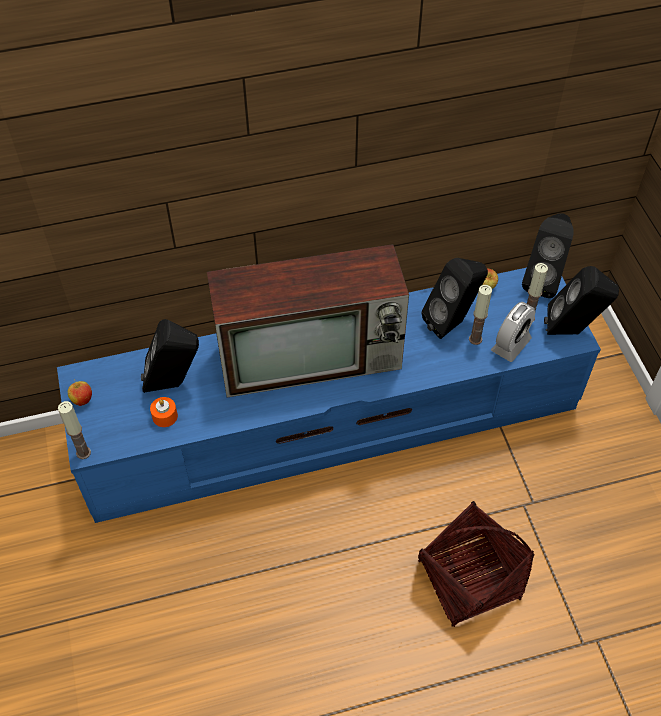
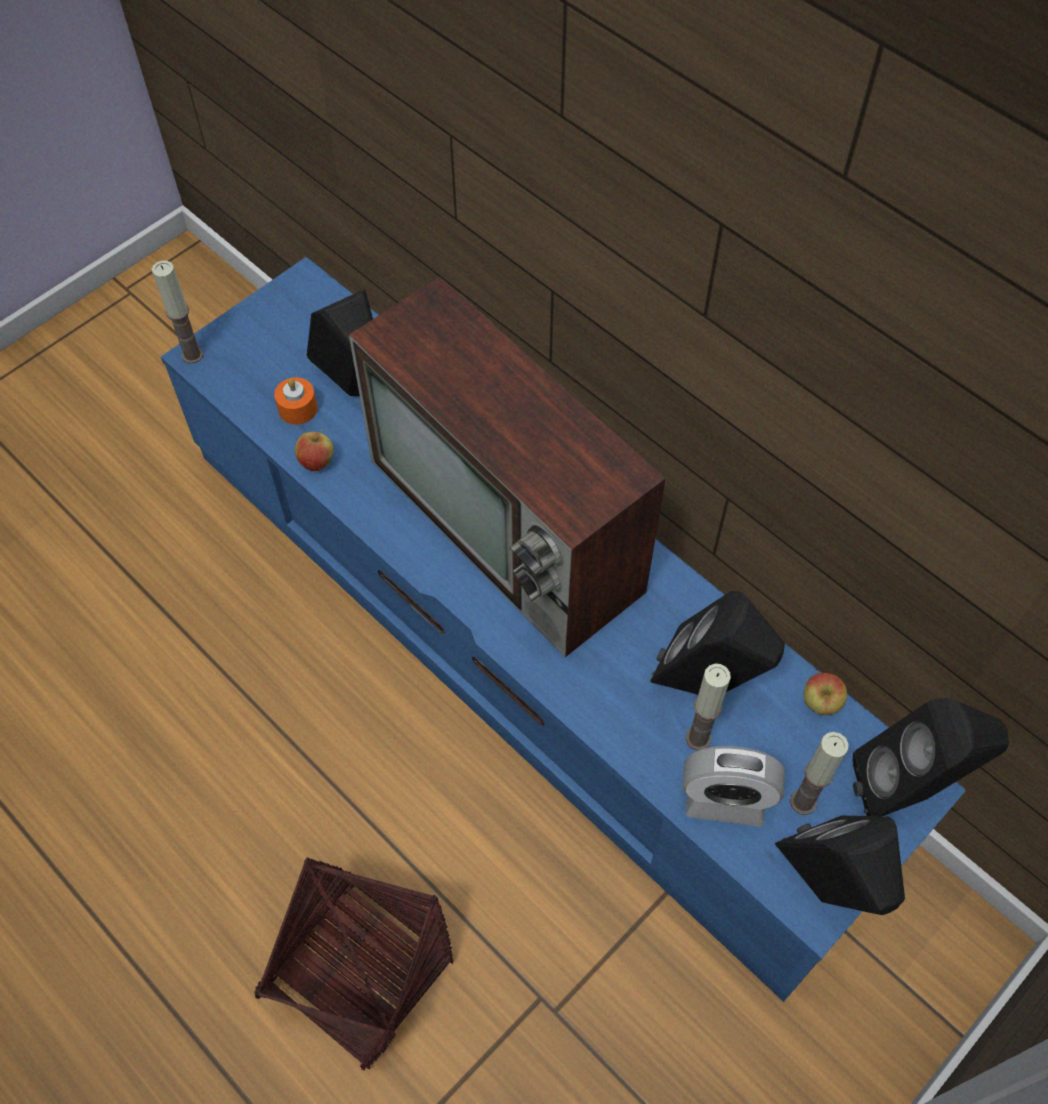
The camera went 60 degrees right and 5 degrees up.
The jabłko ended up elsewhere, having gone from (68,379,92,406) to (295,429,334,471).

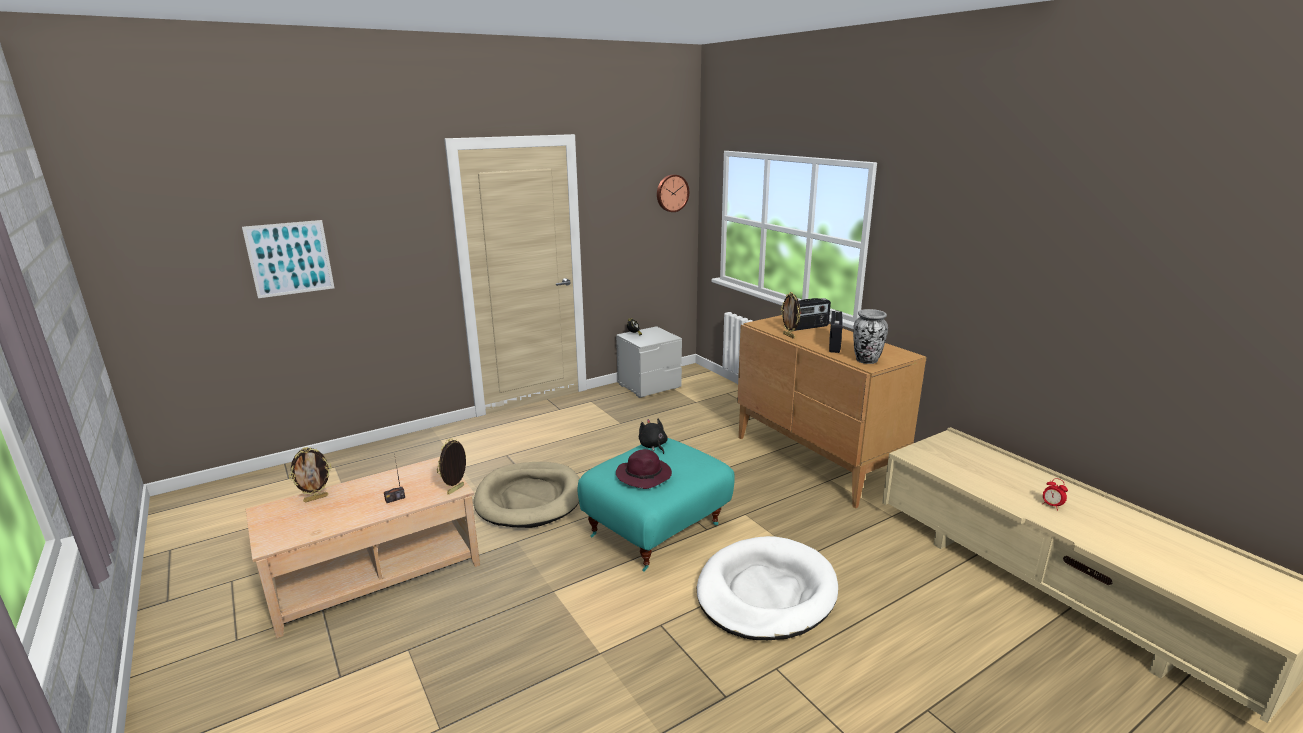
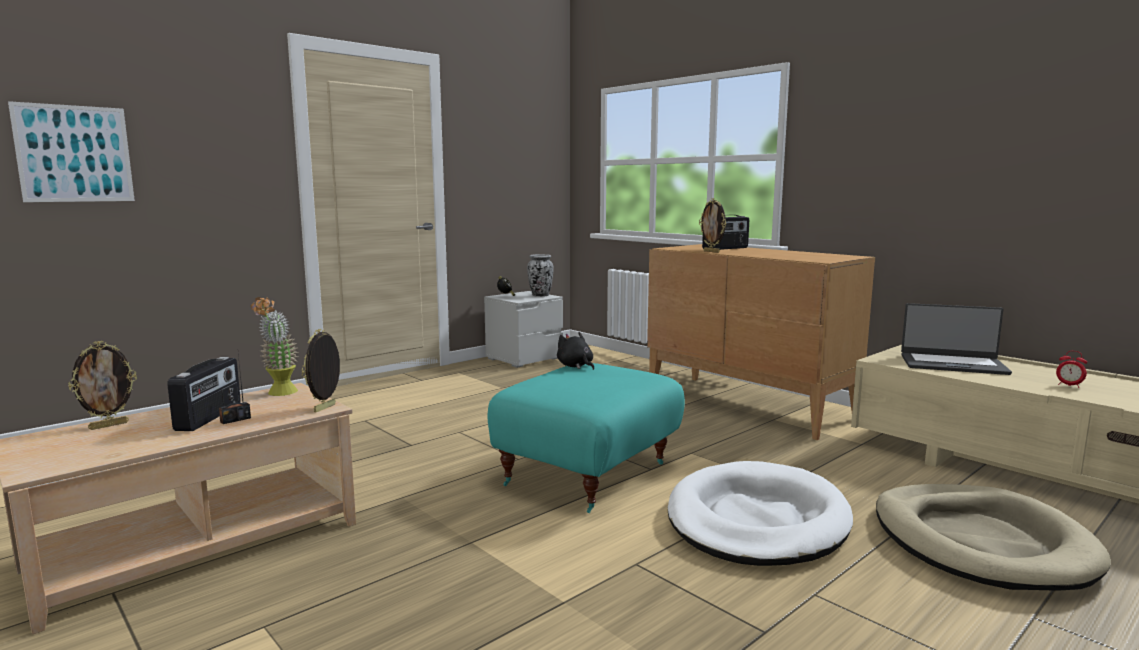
The camera went 10 degrees left and 10 degrees down.
The radio ended up elsewhere, having gone from (829,311,843,353) to (167,357,241,431).
The second view gained the roślina doniczkowa at (251,297,299,396).
The wazon ended up elsewhere, having gone from (853,309,888,364) to (527,254,554,297).
The legowisko (beżowy) ended up elsewhere, having gone from (474,462,580,528) to (876,484,1111,591).
The second view gained the laptop at (901,303,1012,375).
The second view lost the kapelusz (fioletowy) at (616,449,672,489).
The second view lost the zegar ścienny at (657,174,689,212).

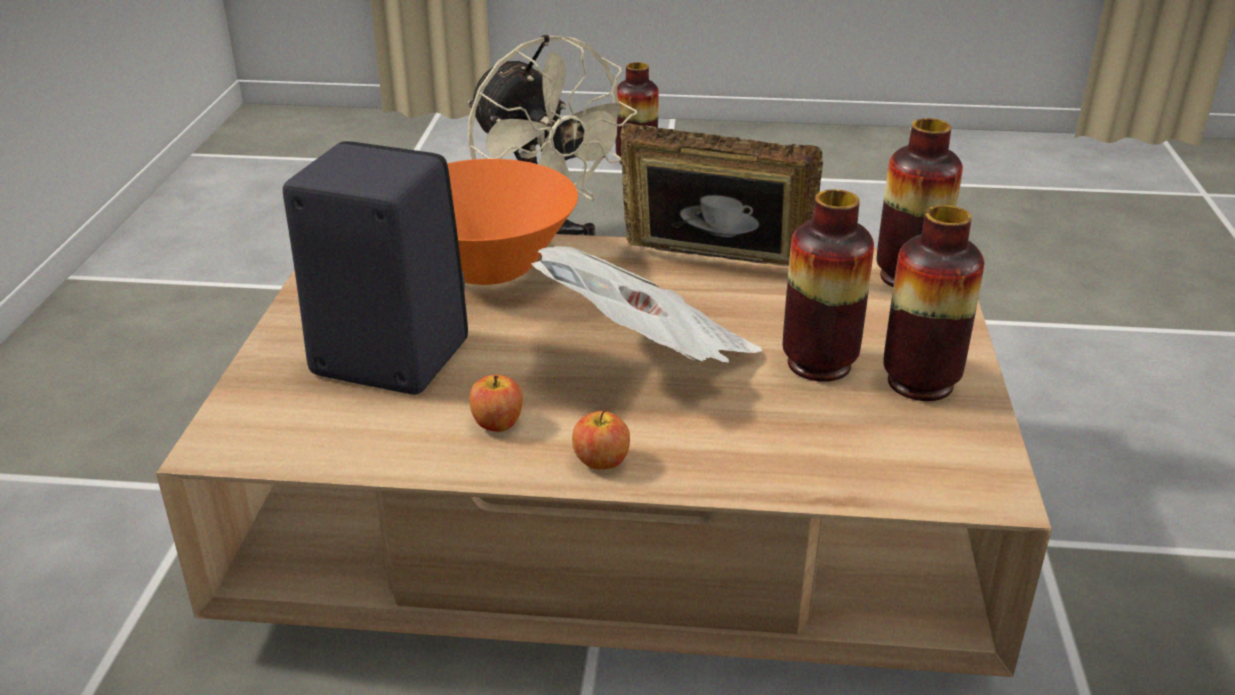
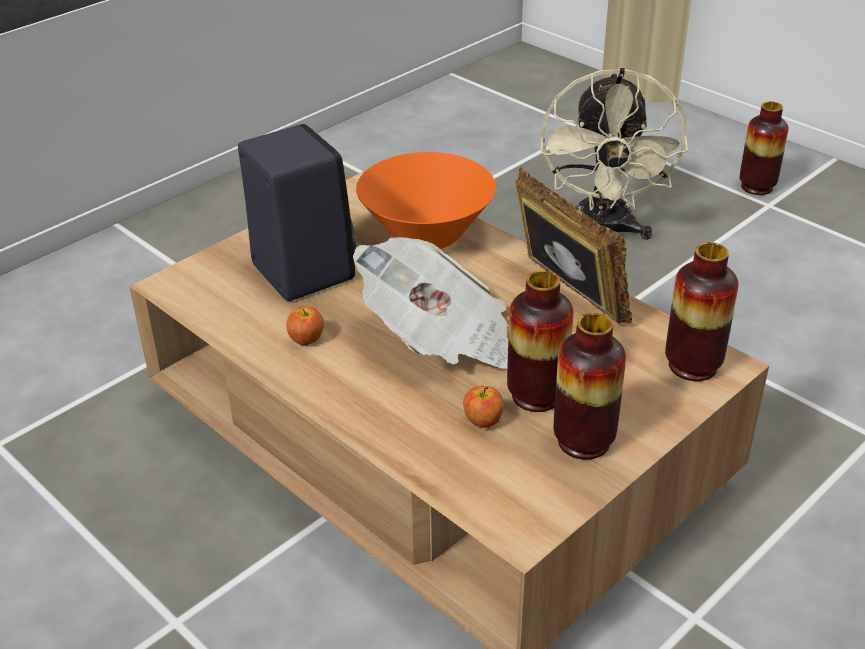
The camera went 40 degrees right and 5 degrees up.
The jabłko ended up elsewhere, having gone from (572,410,630,469) to (463,386,504,428).

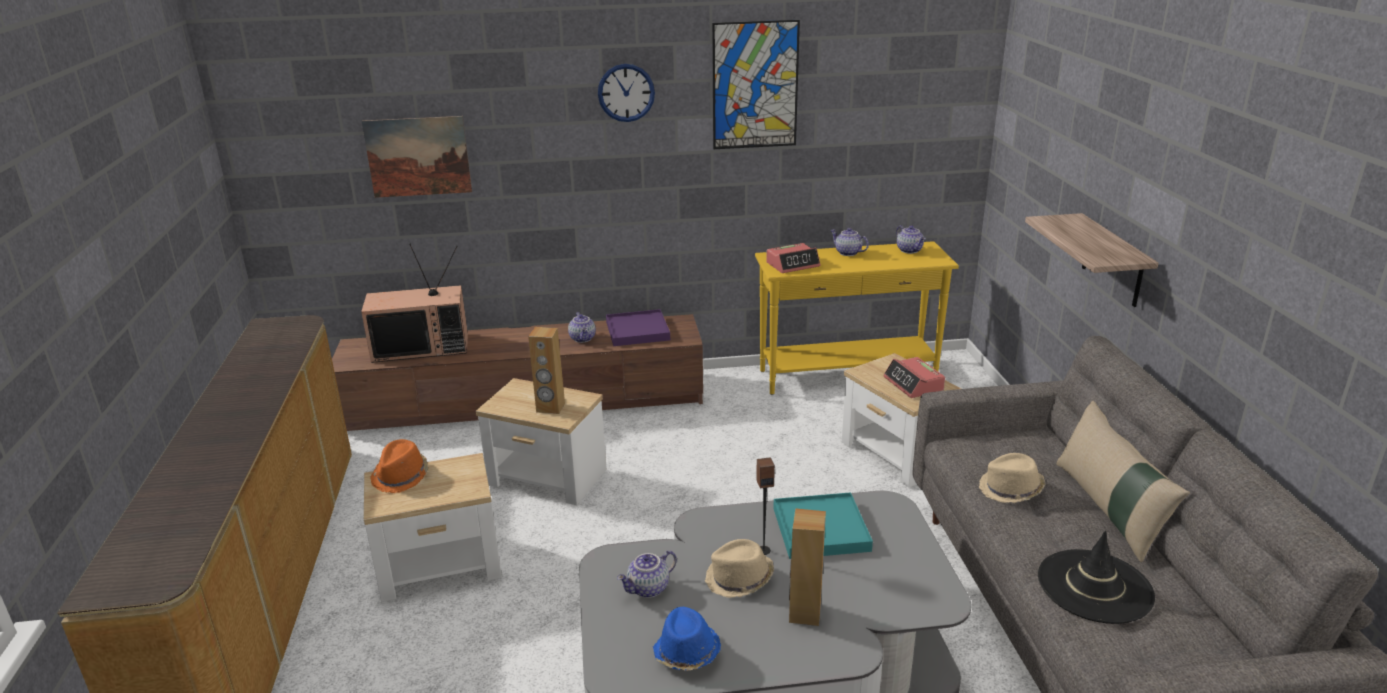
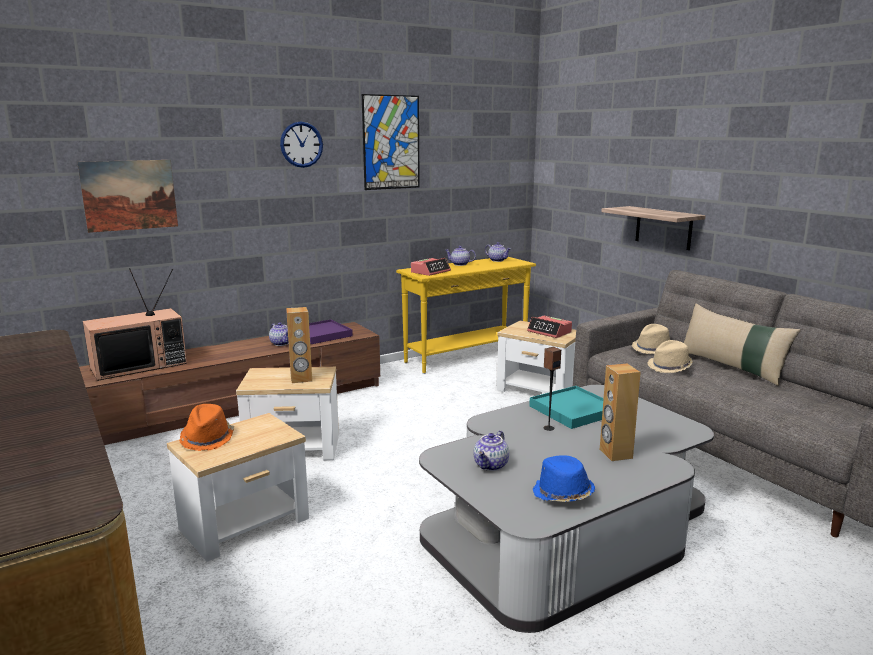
The camera went 25 degrees left and 10 degrees down.
The kapelusz (beżowy) ended up elsewhere, having gone from (705,539,774,598) to (632,324,670,354).
The second view lost the kapelusz (czarny) at (1038,531,1155,624).

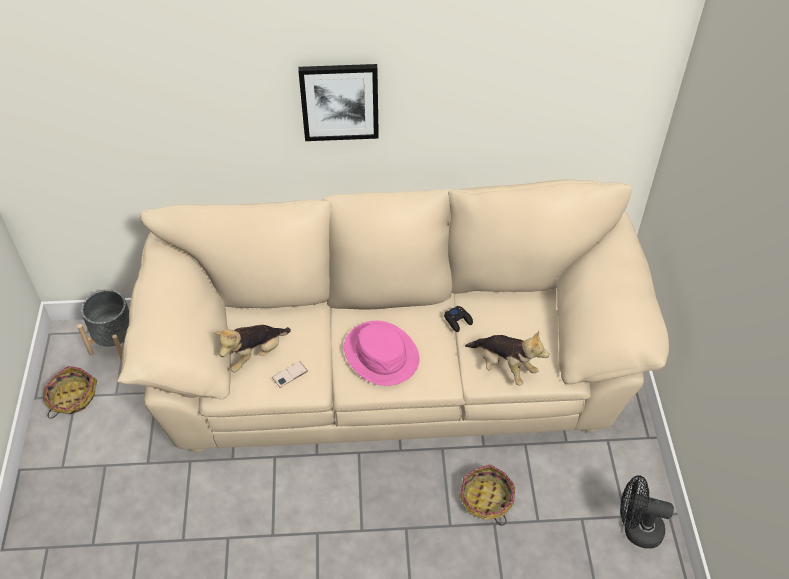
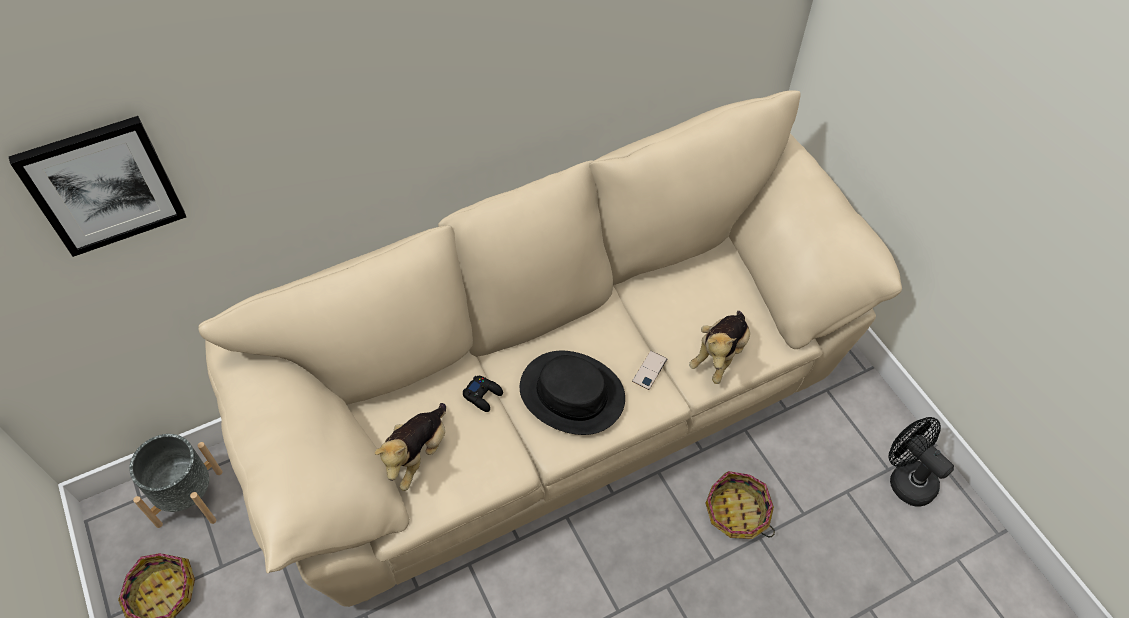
The camera went 25 degrees left and 5 degrees up.
The obraz ended up elsewhere, having gone from (298,64,379,141) to (9,116,186,257).
The pad do gier (czarny) ended up elsewhere, having gone from (444,306,473,332) to (462,376,503,412).
What was the kapelusz (różowy) at (344,321,419,386) turned into the kapelusz (czarny) at (520,351,625,435).
The telefon ended up elsewhere, having gone from (272,361,308,388) to (632,351,667,390).
The pluszak at (465,331,549,386) ended up facing another way, 105 degrees clockwise from before.
The wentylator (czarny) at (620,475,674,549) ended up facing another way, 60 degrees clockwise from before.

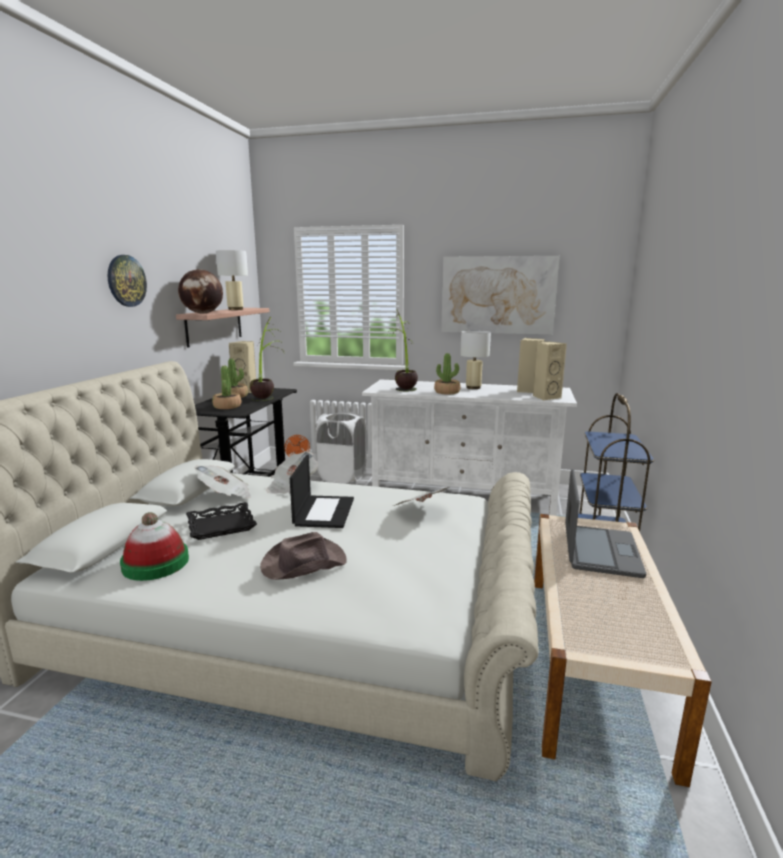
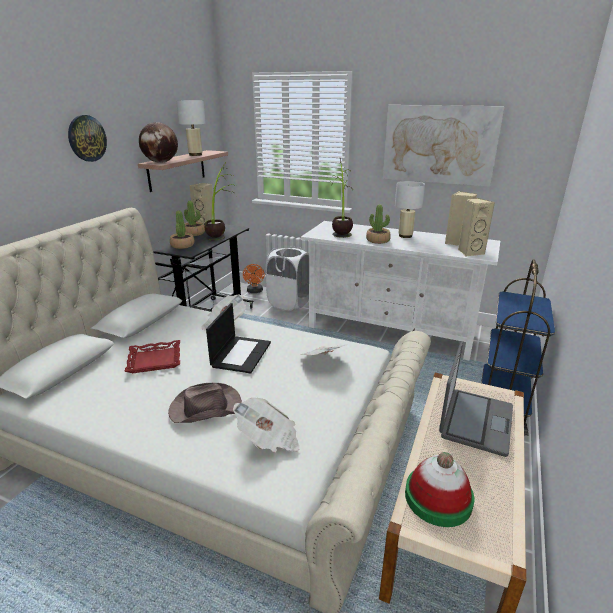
The camera went 10 degrees right and 10 degrees up.
What was the taca (czarny) at (186,502,257,540) turned into the taca (czerwony) at (124,340,180,373).
The gazeta ended up elsewhere, having gone from (194,465,251,498) to (233,398,300,452).
The kapelusz ended up elsewhere, having gone from (120,512,189,581) to (405,452,474,527).

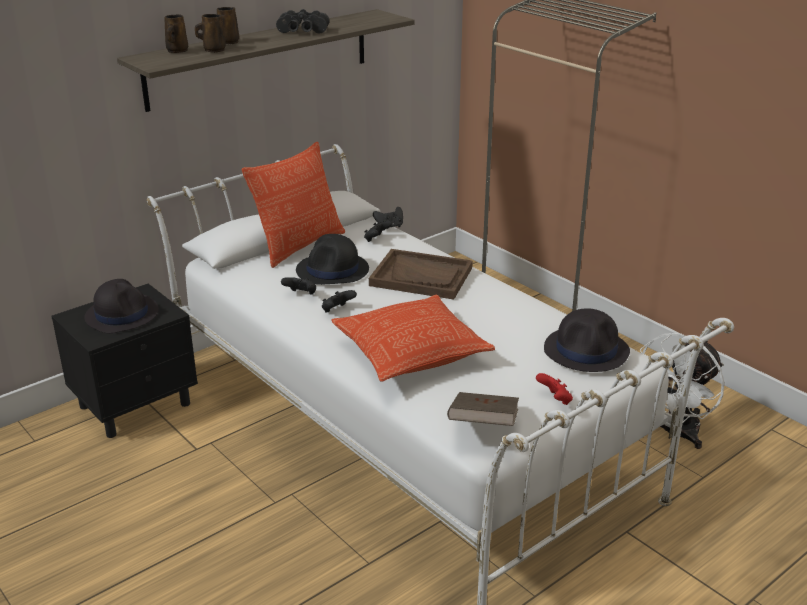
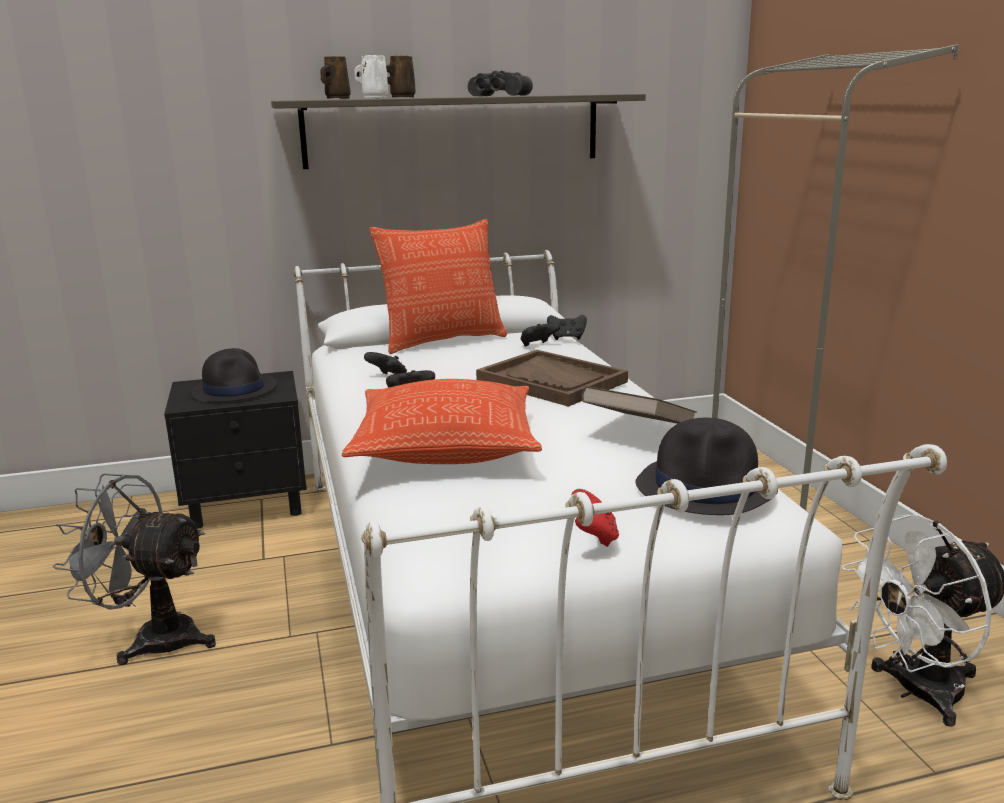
The camera went 25 degrees right and 10 degrees down.
The second view gained the wentylator (szary) at (53,473,216,665).
What was the kubek (brązowy) at (195,14,226,53) turned into the kubek (biały) at (354,55,388,98).
The książka (brązowy) ended up elsewhere, having gone from (447,392,519,426) to (582,386,697,424).
The second view lost the kapelusz (czarny) at (296,234,369,285).

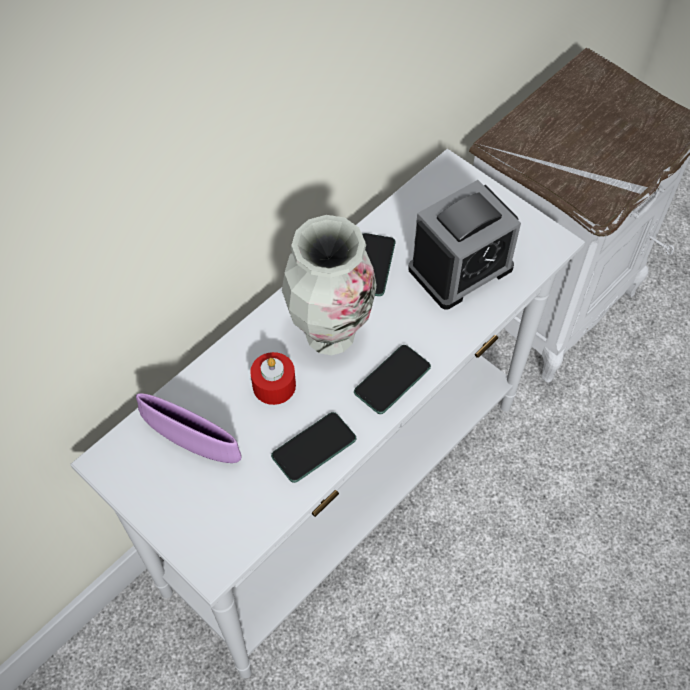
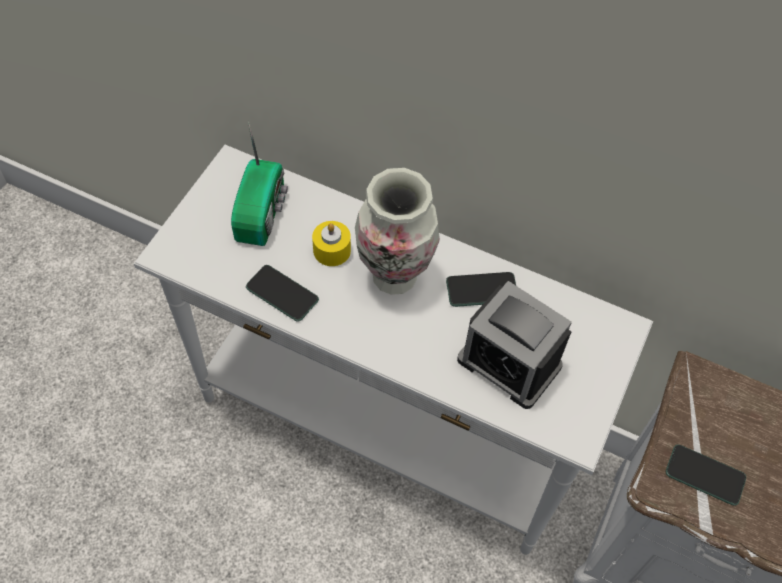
The camera went 70 degrees right and 0 degrees up.
Where the miska (fioletowy) stood at (136,393,242,463), the radio came to stand at (231,121,288,246).
What was the świeca (czerwony) at (250,352,296,405) turned into the świeca (żółty) at (312,221,351,266).
The telefon ended up elsewhere, having gone from (354,345,431,414) to (666,444,746,506).

